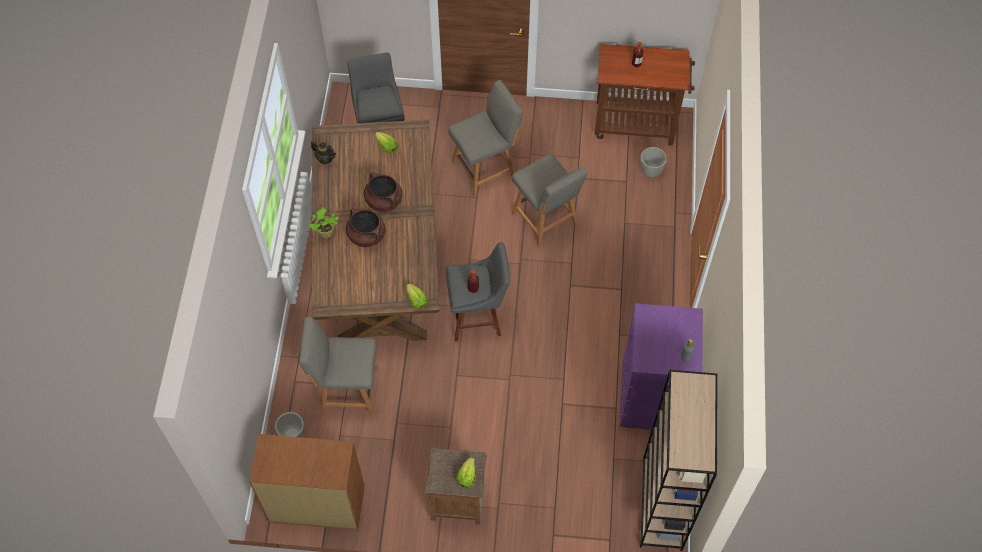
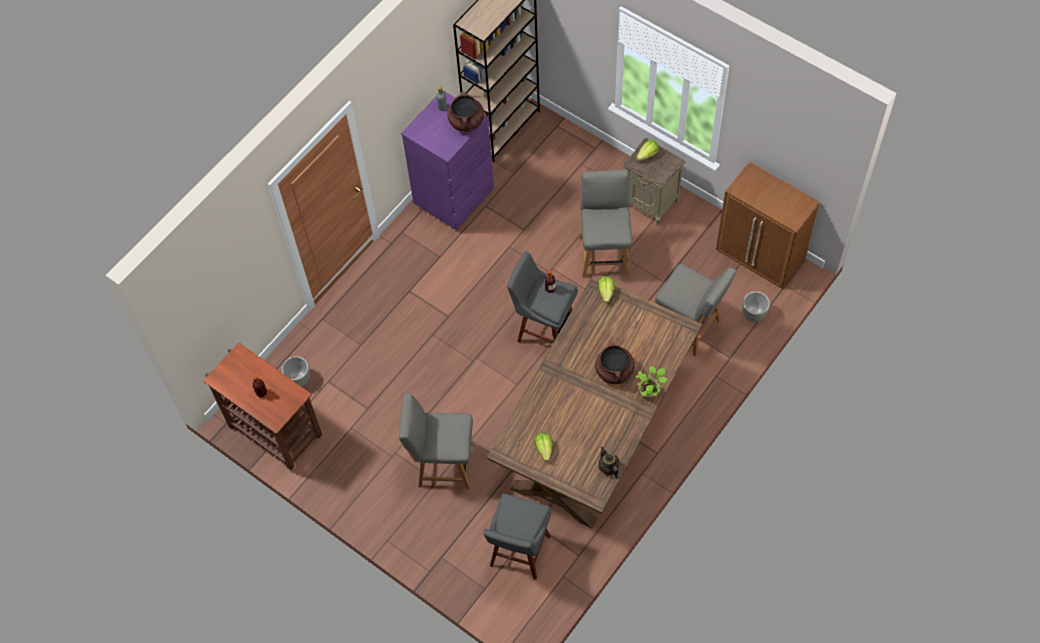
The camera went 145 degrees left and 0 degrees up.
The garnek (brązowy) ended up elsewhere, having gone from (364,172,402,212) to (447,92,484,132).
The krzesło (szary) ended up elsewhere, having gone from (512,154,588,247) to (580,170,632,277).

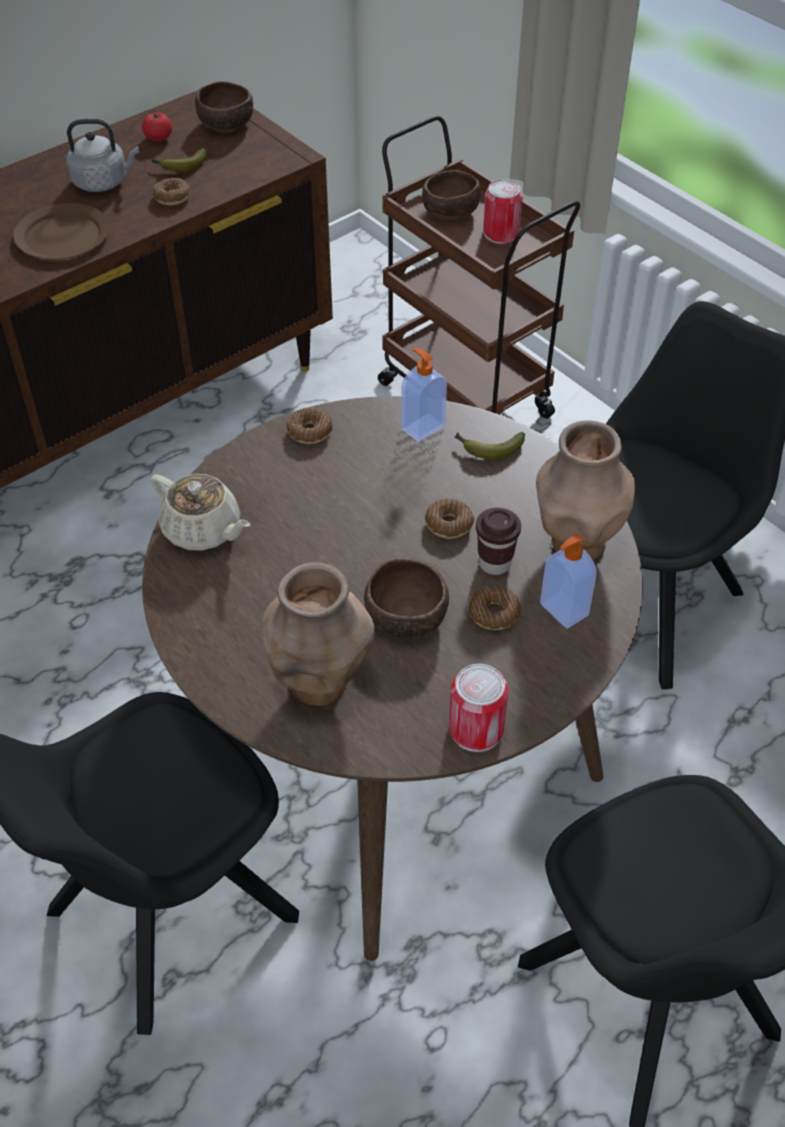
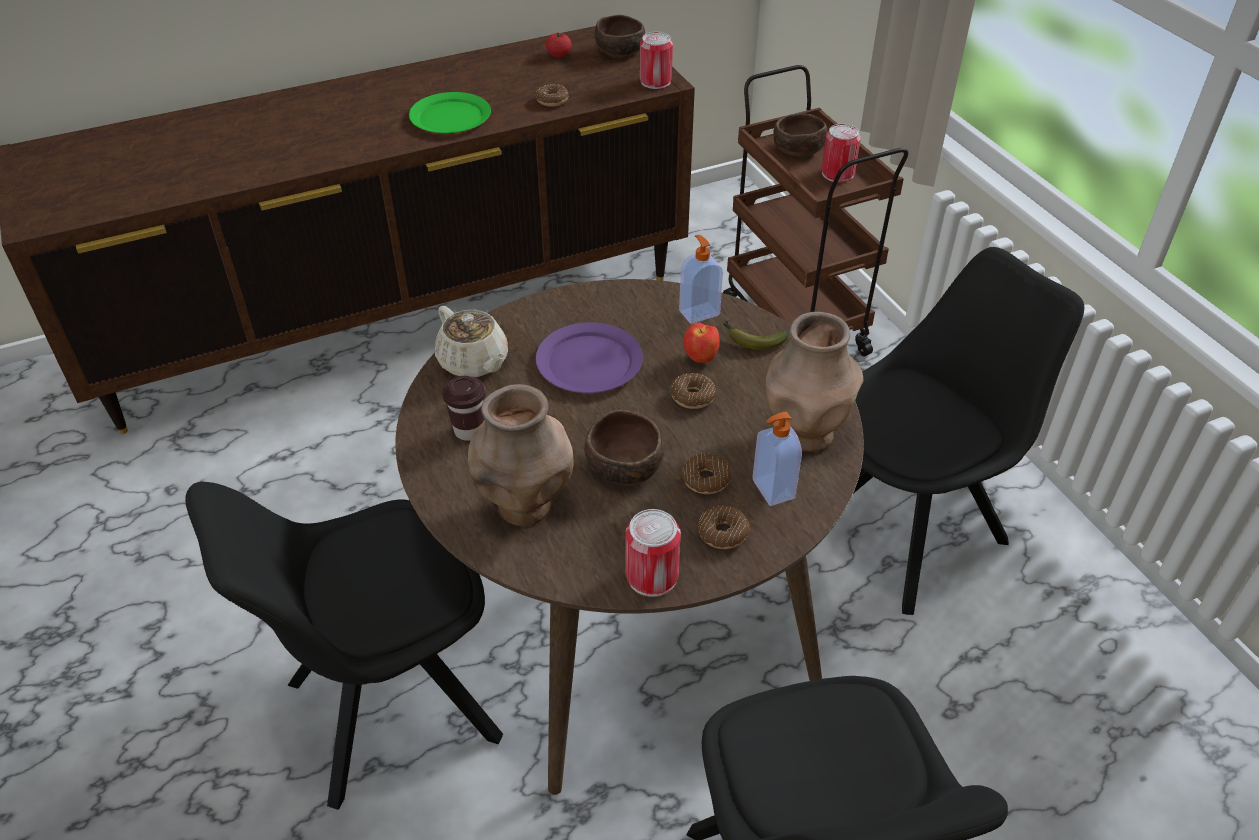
The camera went 15 degrees right and 5 degrees down.
What was the talerz (brązowy) at (13,203,110,259) turned into the talerz (zielony) at (409,92,491,133).
The filiżanka (brązowy) ended up elsewhere, having gone from (476,508,521,575) to (442,376,486,441).
The second view gained the talerz (fioletowy) at (536,322,643,393).
The second view gained the puszka at (640,32,673,89).
The second view gained the jabłko at (683,323,720,363).
The donut ended up elsewhere, having gone from (287,407,333,444) to (697,505,749,549).
The second view lost the czajnik (szary) at (66,119,139,192).
The second view lost the banan at (151,148,206,171).

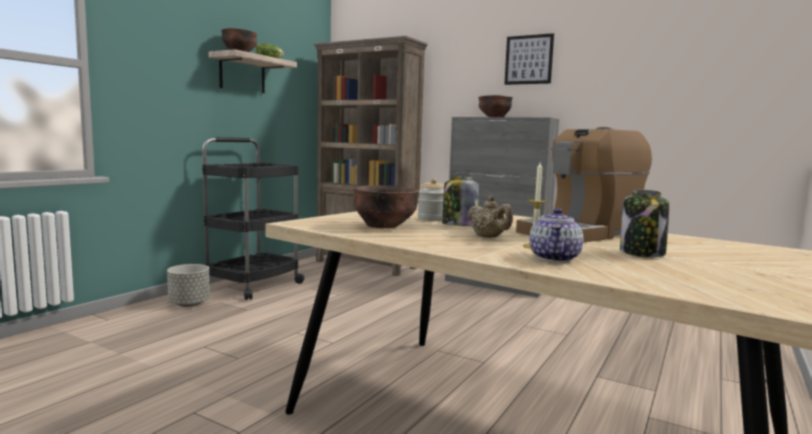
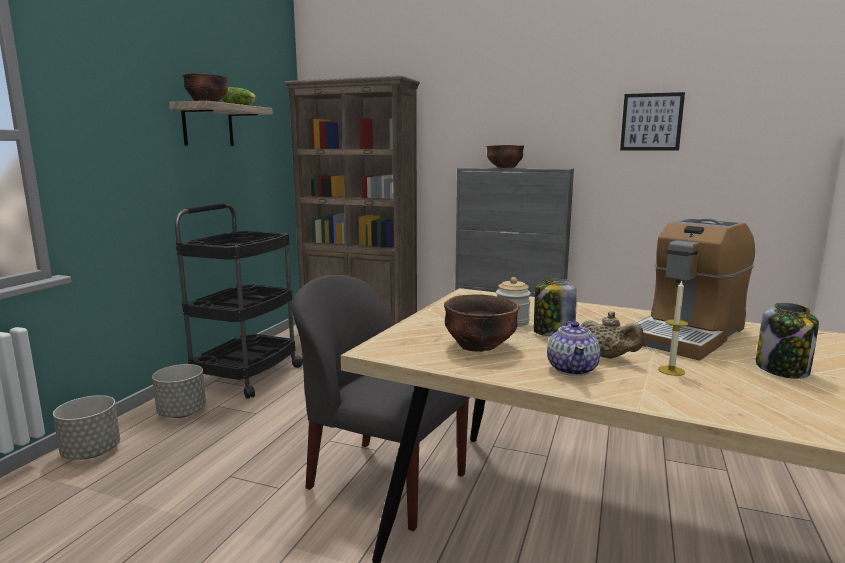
The camera went 10 degrees left and 5 degrees up.
The second view gained the donica (szary) at (53,395,120,460).
The second view gained the krzesło (szary) at (292,275,470,531).
The imbryk ended up elsewhere, having gone from (529,208,584,262) to (547,321,600,376).
The obraz ended up elsewhere, having gone from (504,33,554,85) to (620,92,685,151).

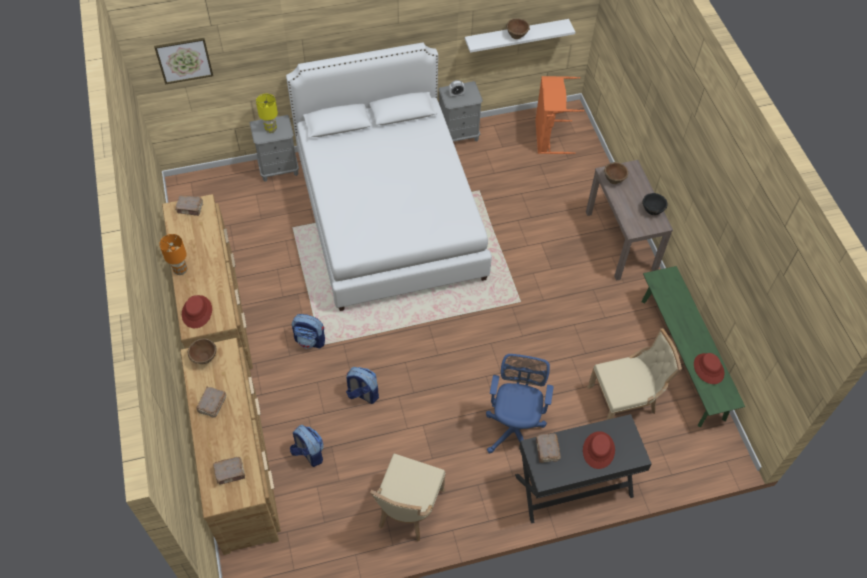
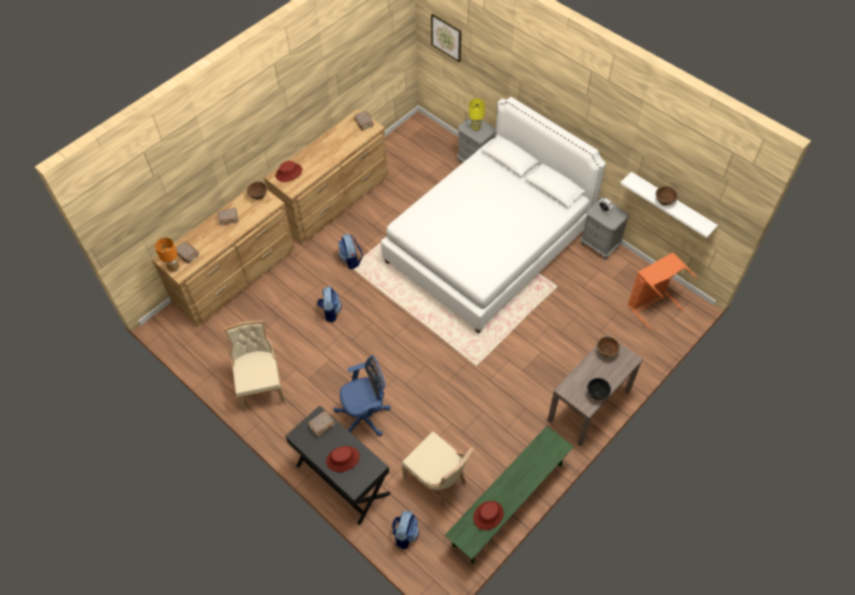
The camera went 60 degrees right and 0 degrees up.
The lampa stołowa (pomarańczowy) ended up elsewhere, having gone from (159,234,187,275) to (155,238,179,272).
The krzesło (beżowy) at (370,454,445,541) ended up facing another way, 90 degrees clockwise from before.
The plecak ended up elsewhere, having gone from (290,425,324,467) to (392,510,420,549).

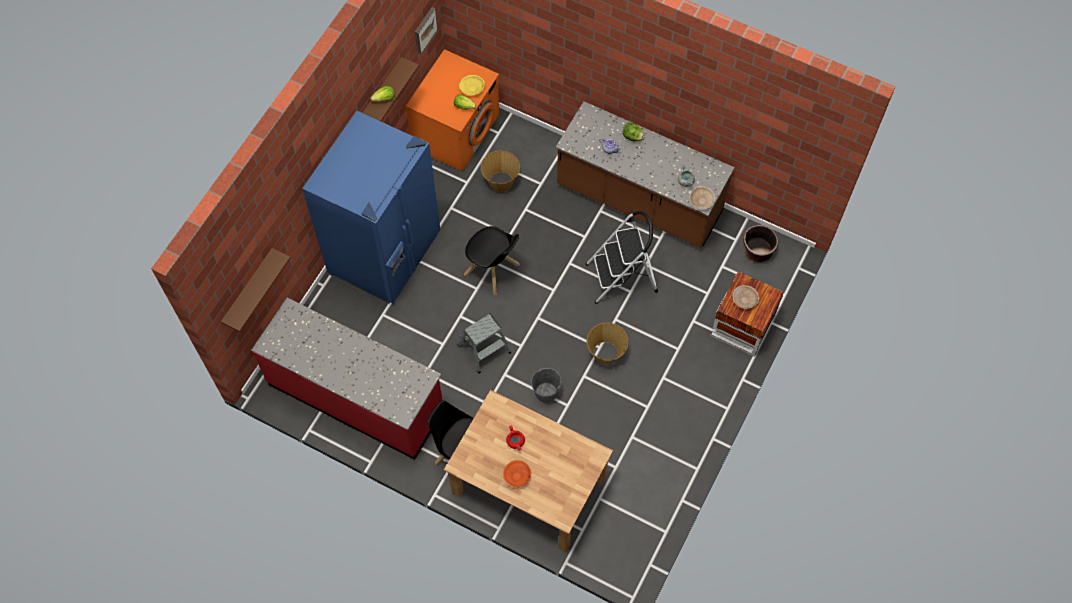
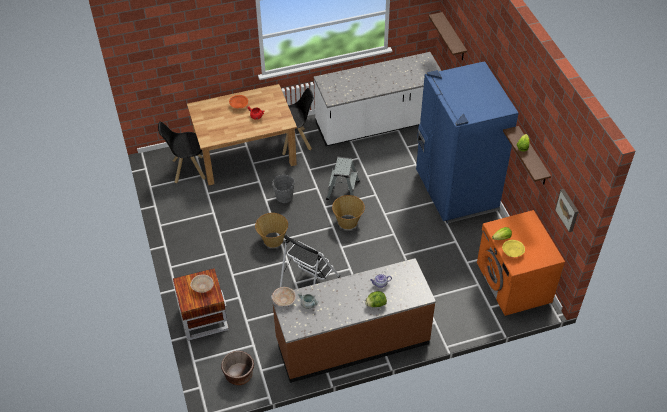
The camera went 135 degrees right and 15 degrees down.
The krzesło (czarny) ended up elsewhere, having gone from (464,226,520,295) to (158,122,206,184).
What was the zabudowa kuchenna (czerwony) at (252,297,442,460) turned into the zabudowa kuchenna (biały) at (314,52,441,146).
The koszyk ended up elsewhere, having gone from (481,150,520,192) to (332,195,365,229).

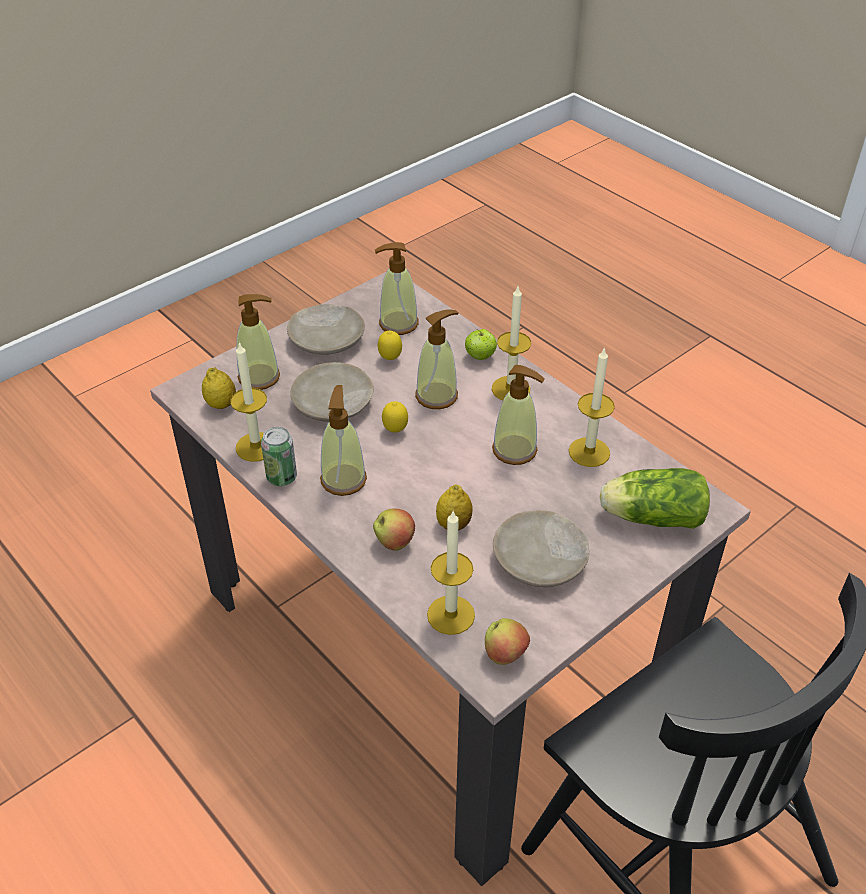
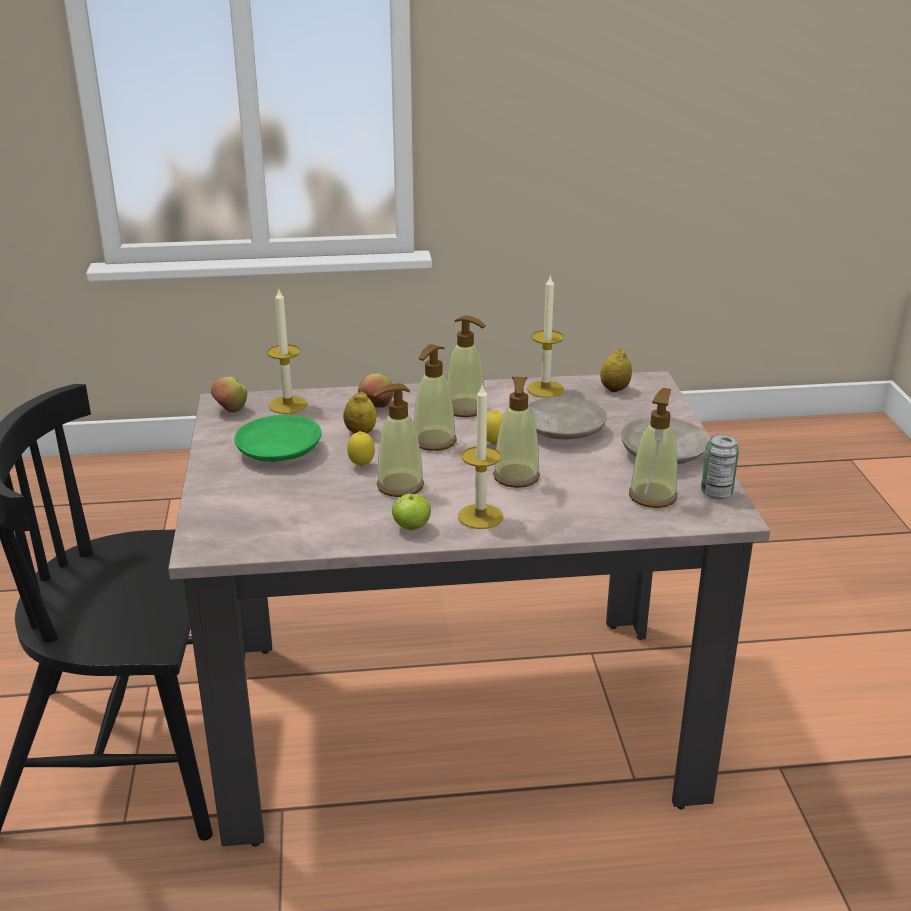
The camera went 125 degrees right and 15 degrees down.
What was the talerz (beżowy) at (493,510,589,587) turned into the talerz (zielony) at (234,415,322,462).
The cytryna ended up elsewhere, having gone from (378,331,402,360) to (347,431,375,467).
The jabłko ended up elsewhere, having gone from (465,329,497,360) to (392,489,431,530).
The dozownik mydła ended up elsewhere, having gone from (236,294,280,390) to (414,344,457,451).
The puszka ended up elsewhere, having gone from (261,427,297,486) to (701,434,739,499).
The second view lost the świeca at (569,347,615,467).
The second view lost the sałata at (600,468,710,529).

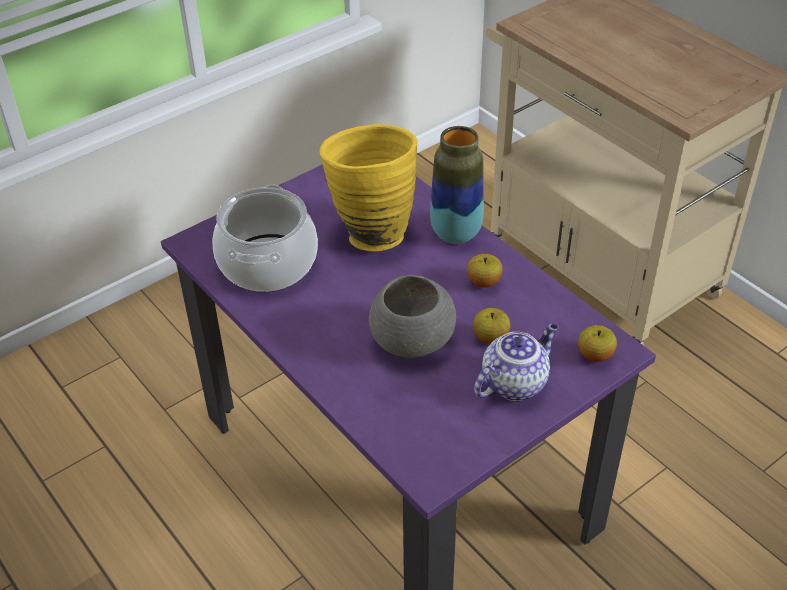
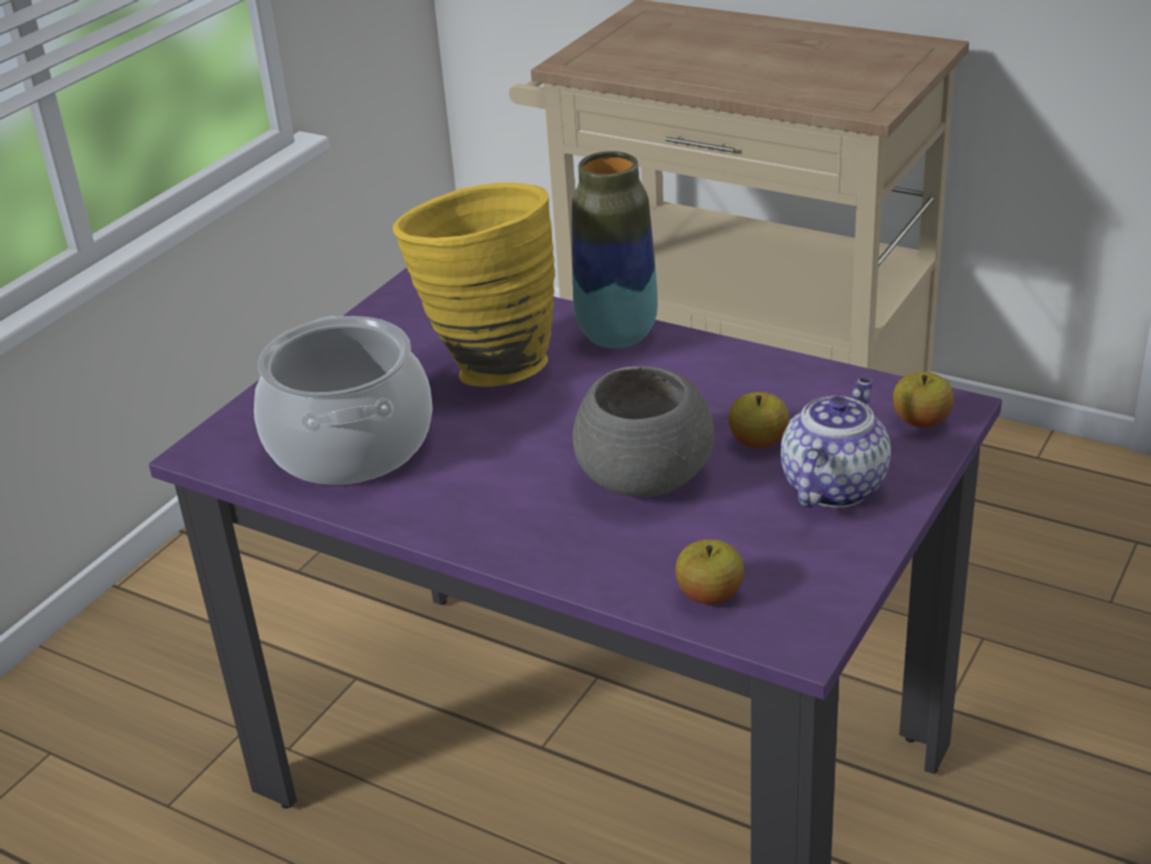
The camera went 20 degrees left and 10 degrees down.
The jabłko ended up elsewhere, having gone from (467,254,503,288) to (675,539,744,604).

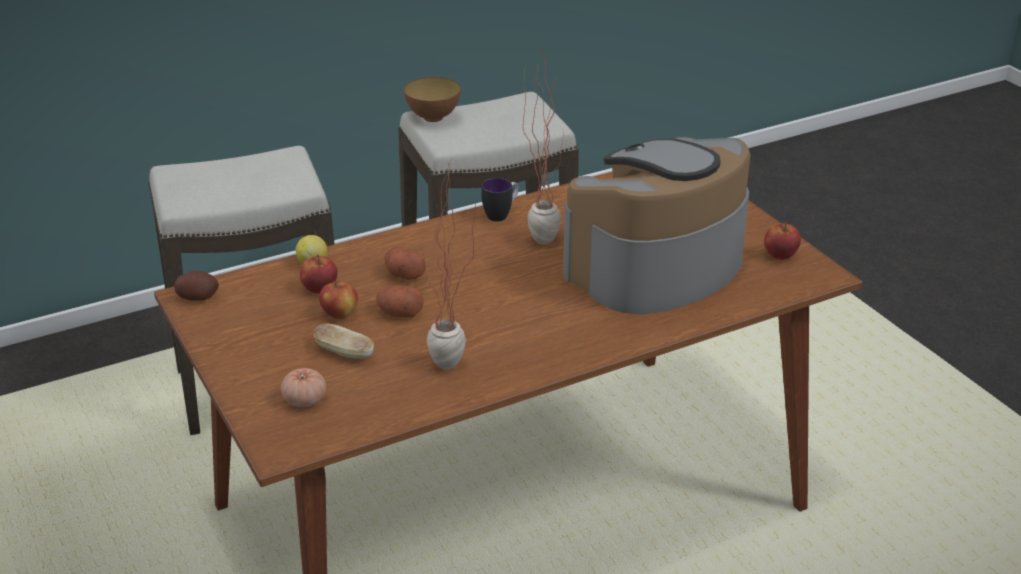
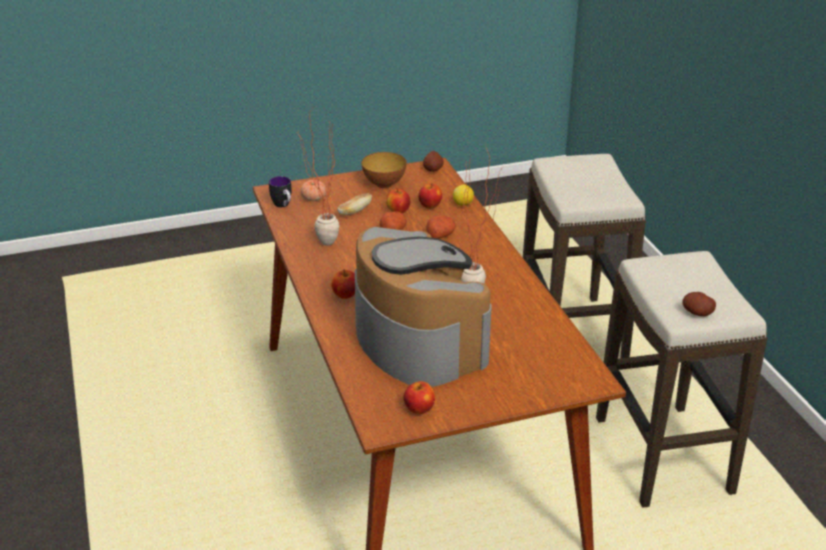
The camera went 100 degrees right and 0 degrees up.
The kubek ended up elsewhere, having gone from (481,178,519,222) to (269,176,292,207).
The second view gained the jabłko at (331,269,355,299).
The miska ended up elsewhere, having gone from (404,77,461,122) to (361,152,406,188).
The second view gained the ziemniak at (683,292,716,316).

